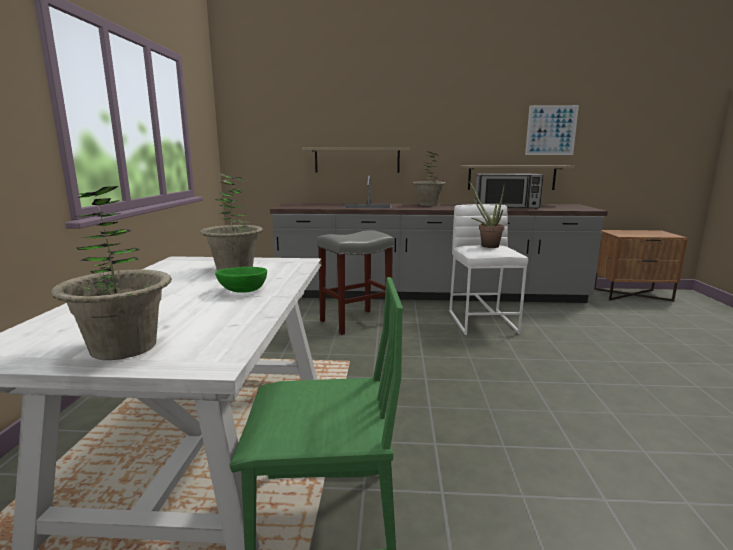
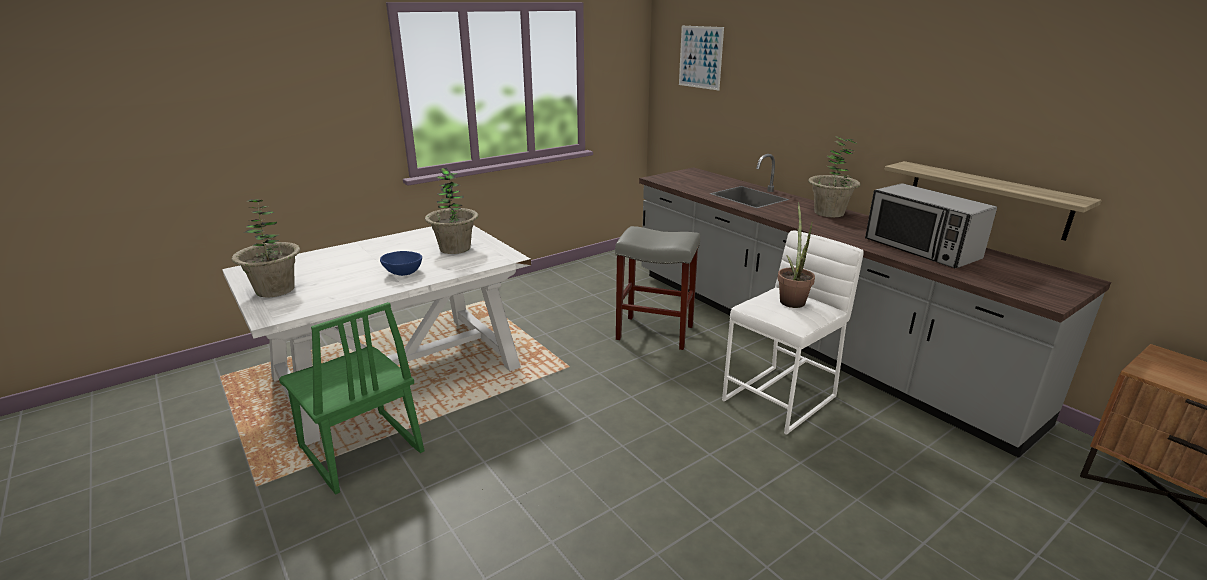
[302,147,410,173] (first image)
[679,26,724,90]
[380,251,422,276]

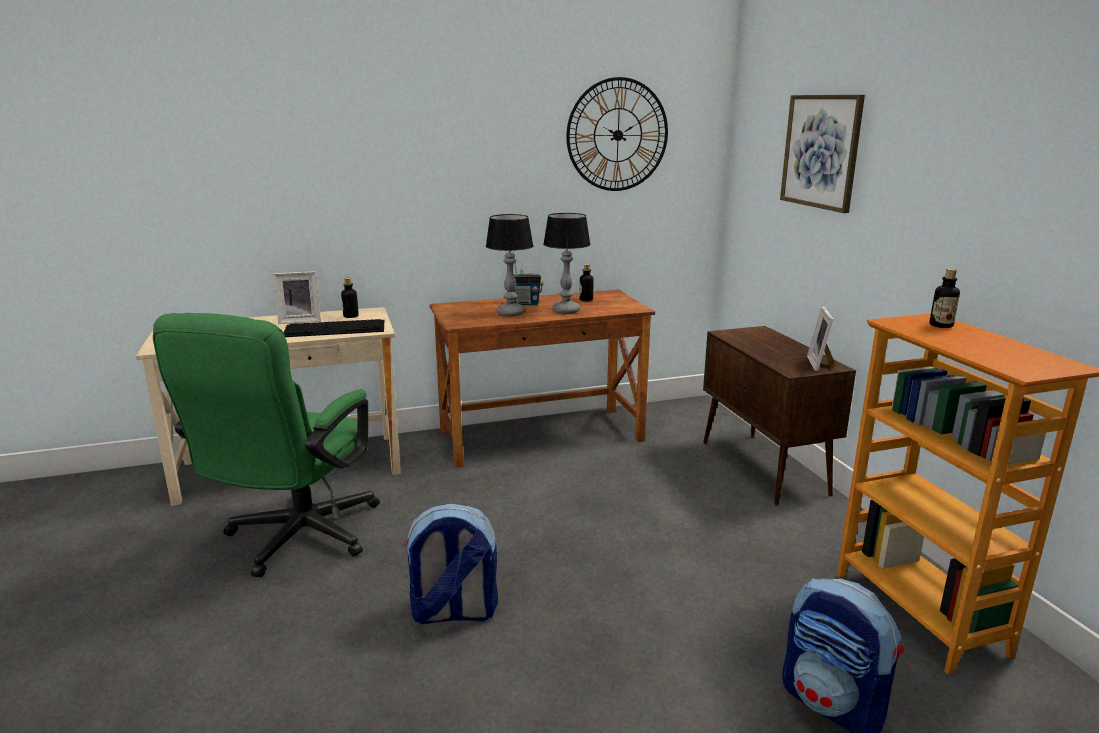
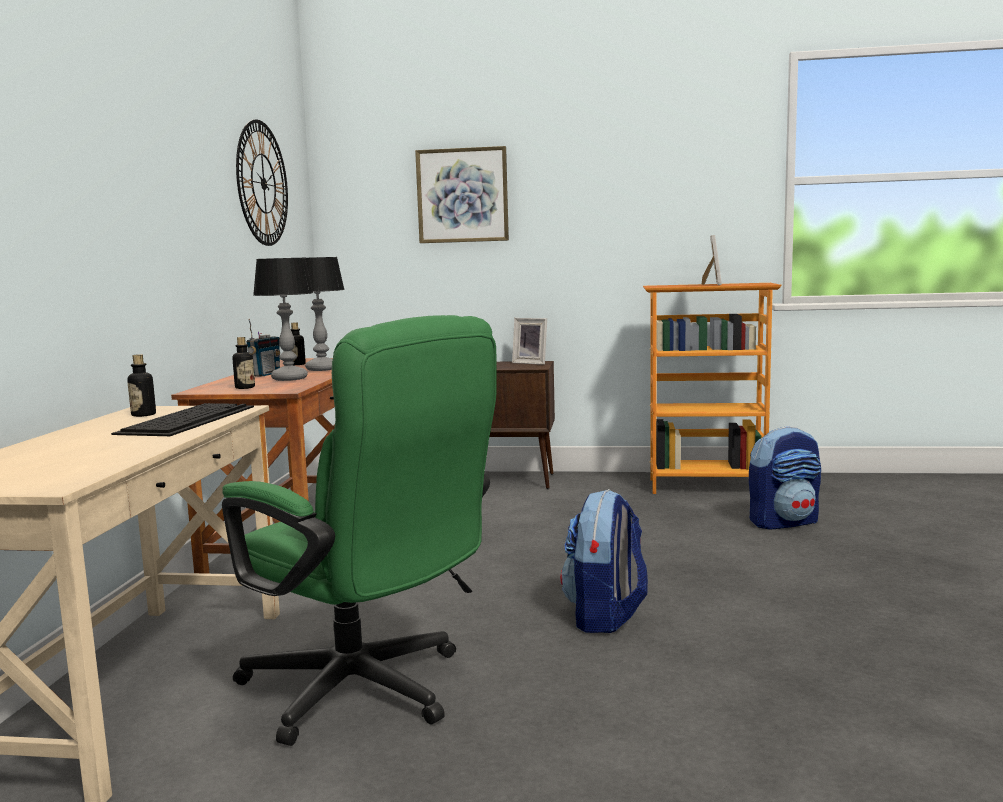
[702,235,722,285]
[232,337,255,389]

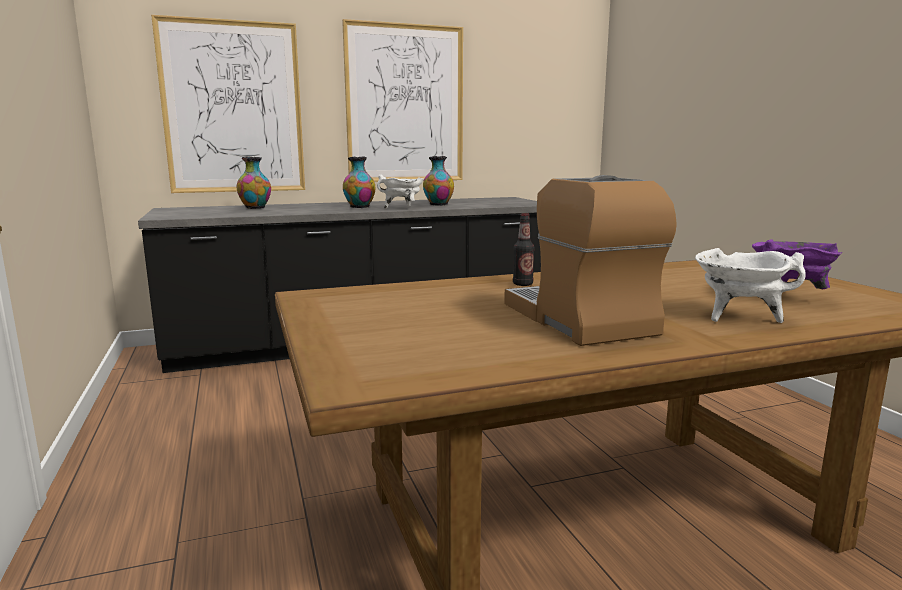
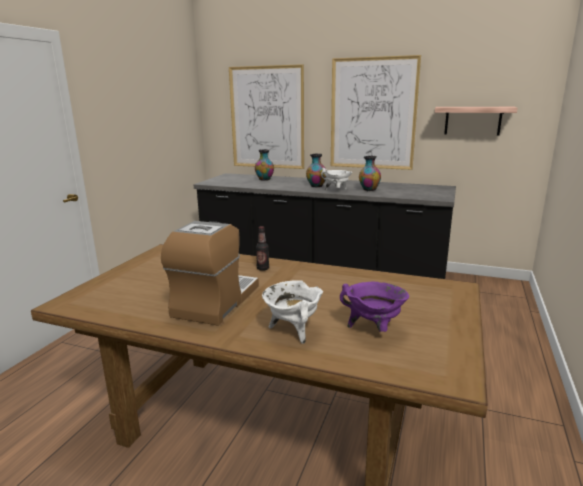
[435,107,518,135]

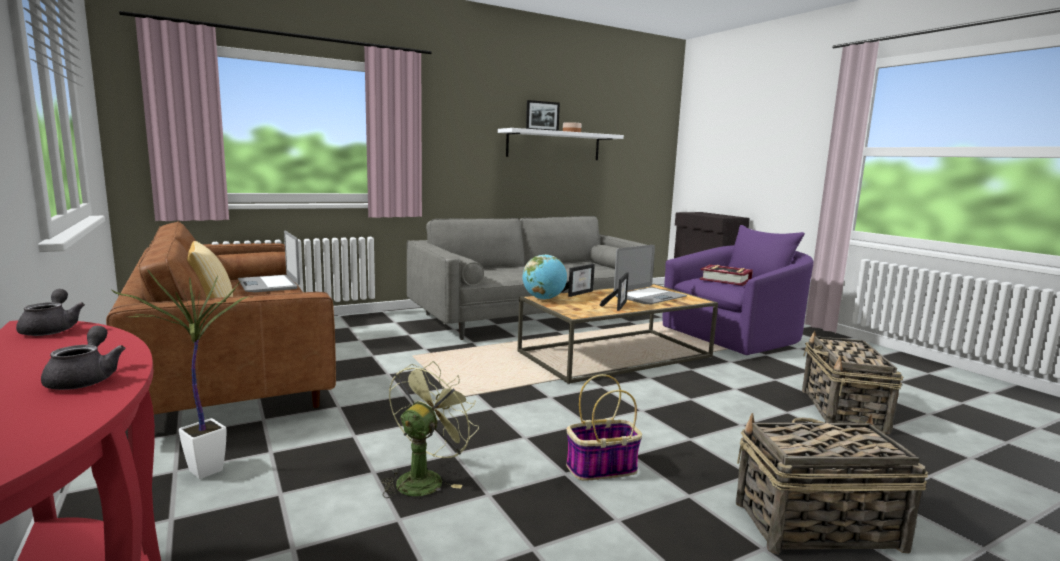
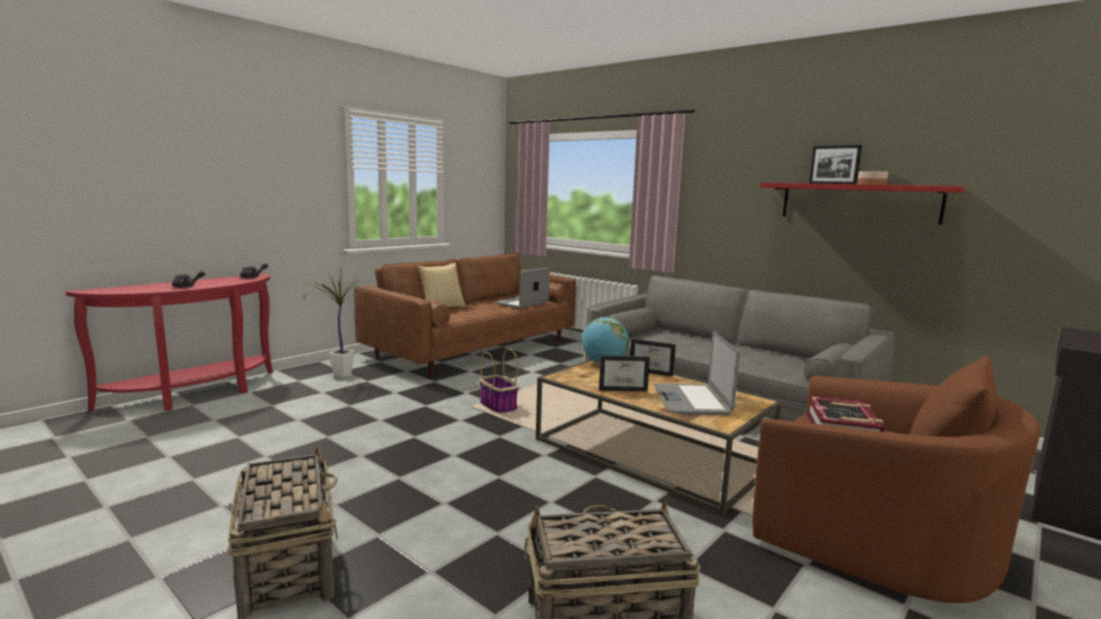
[381,361,479,498] (first image)
[479,349,519,414]
[760,183,965,225]
[752,356,1040,603]
[654,331,740,415]

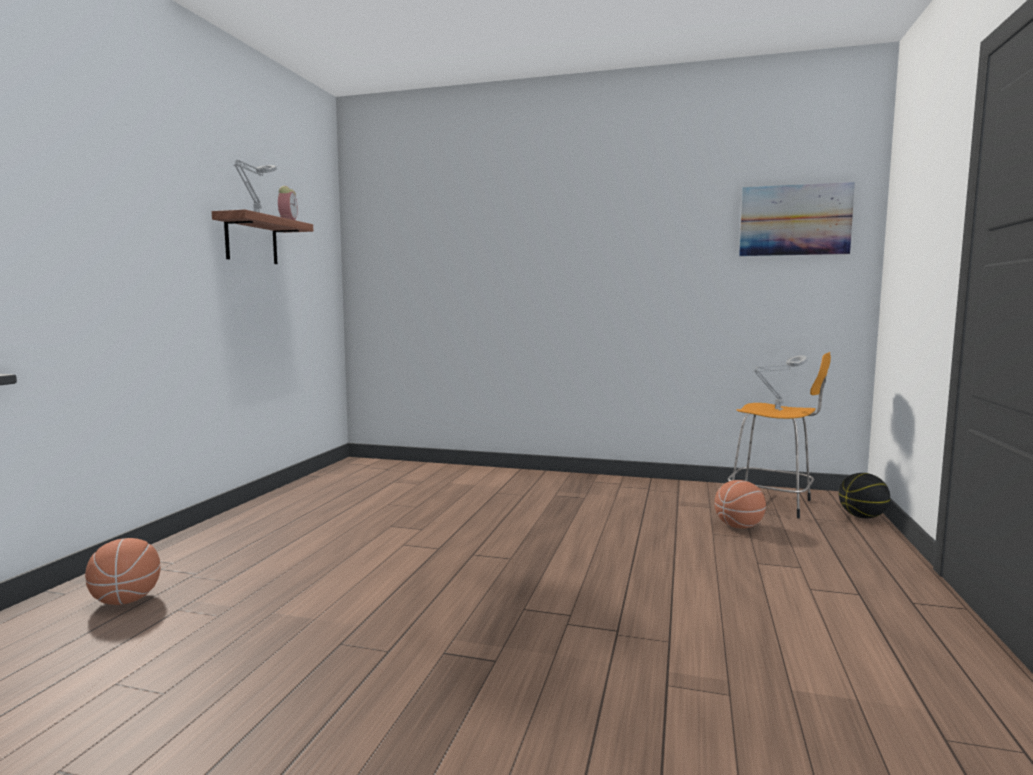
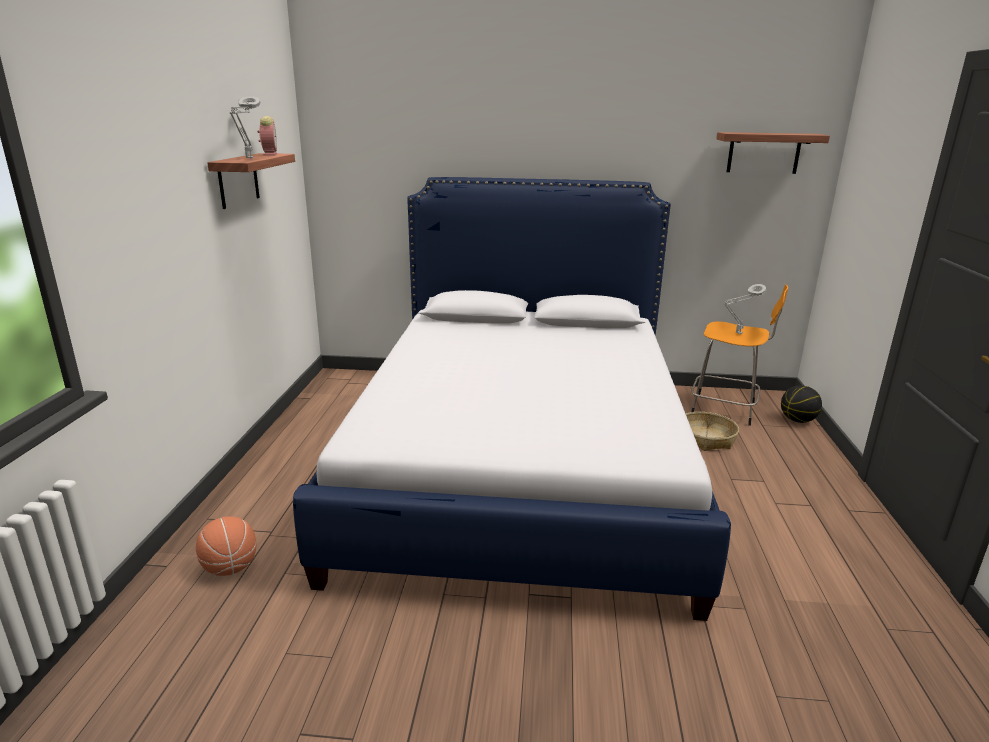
[293,177,731,621]
[686,412,739,451]
[717,132,830,174]

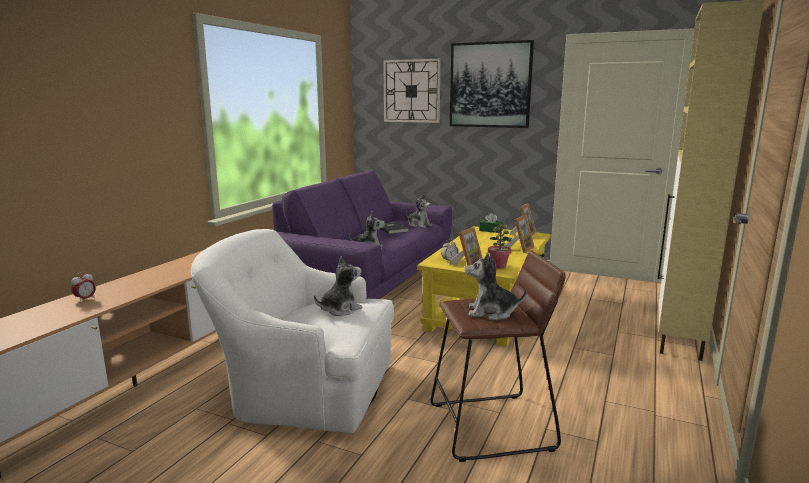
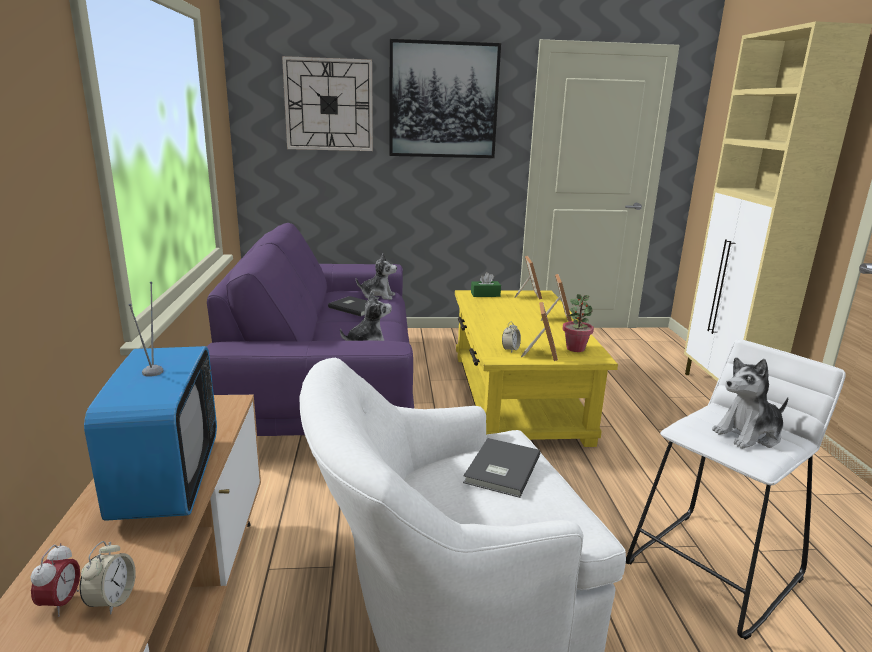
[80,541,136,614]
[84,282,217,521]
[463,438,540,498]
[626,339,846,640]

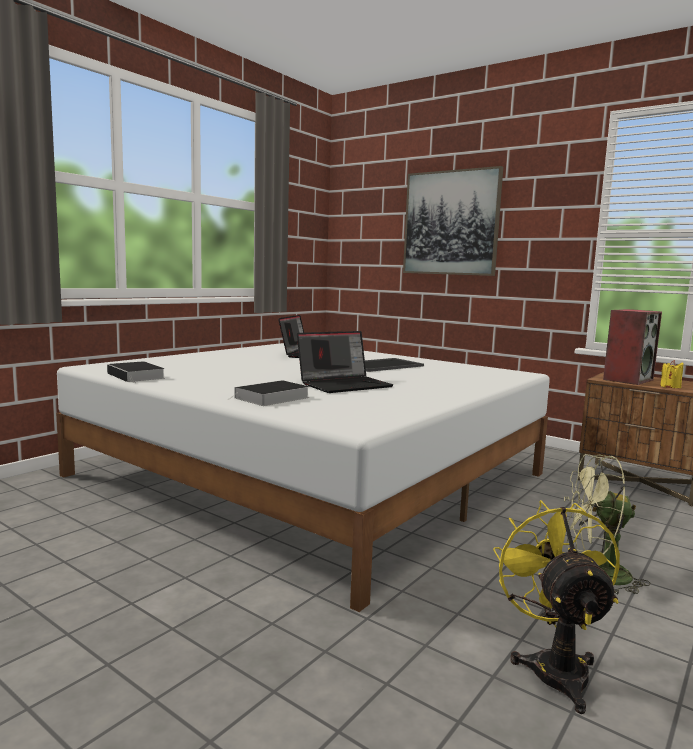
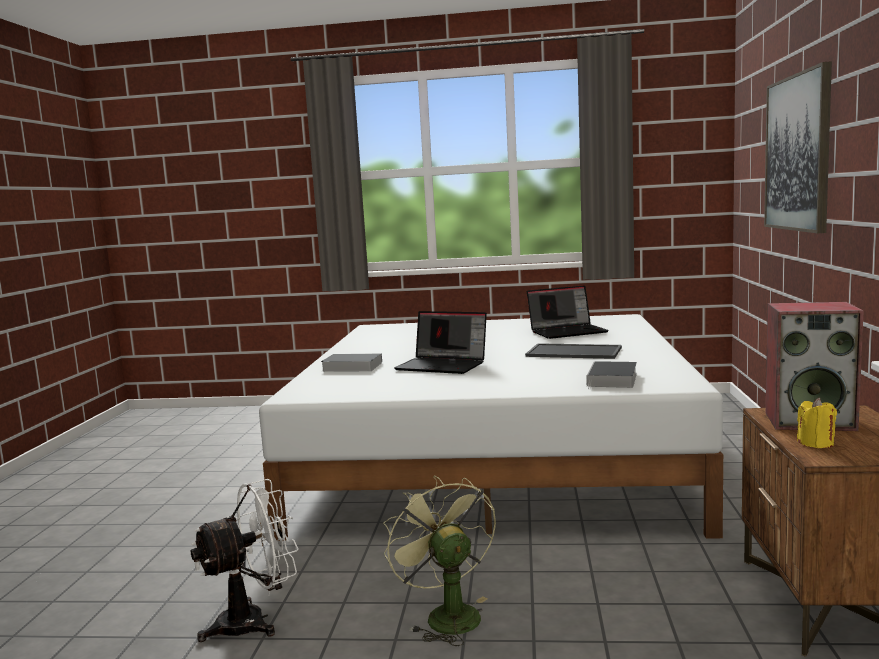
[586,361,637,389]
[191,479,299,642]

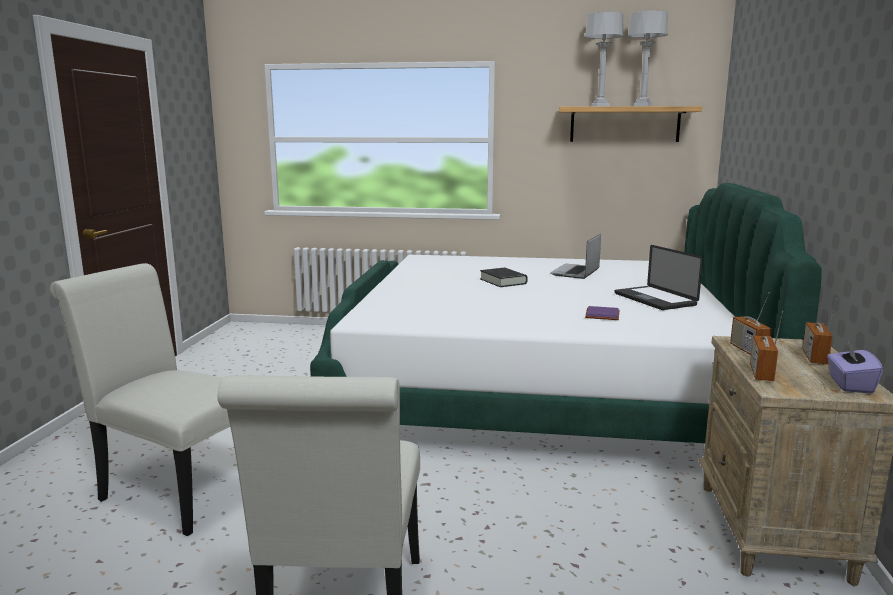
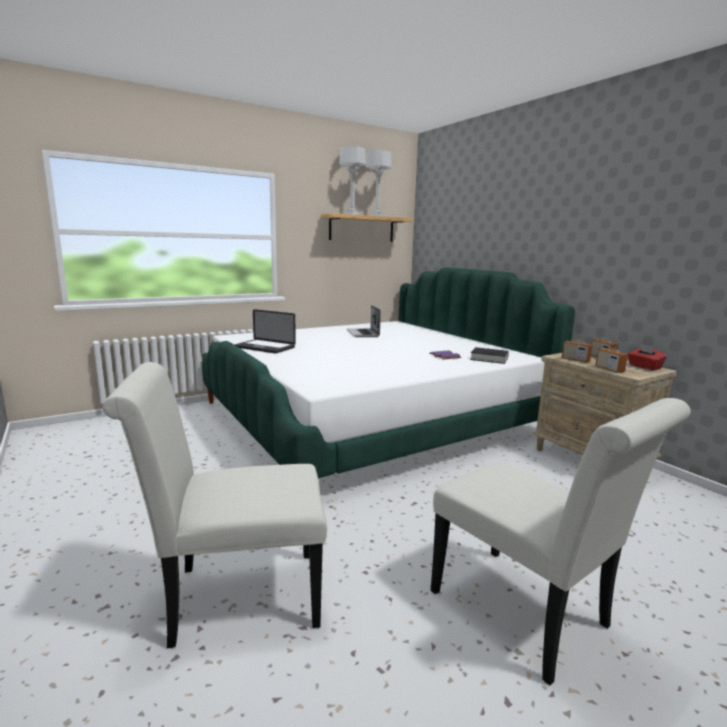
[470,347,509,364]
[234,309,296,354]
[628,344,667,370]

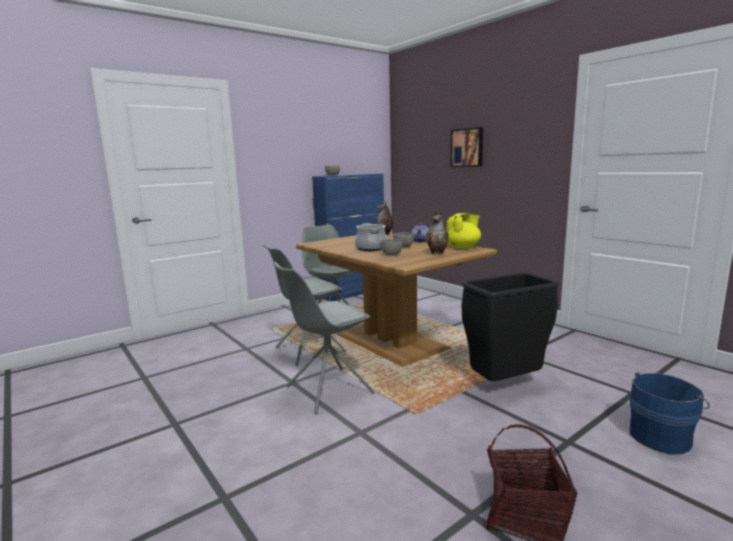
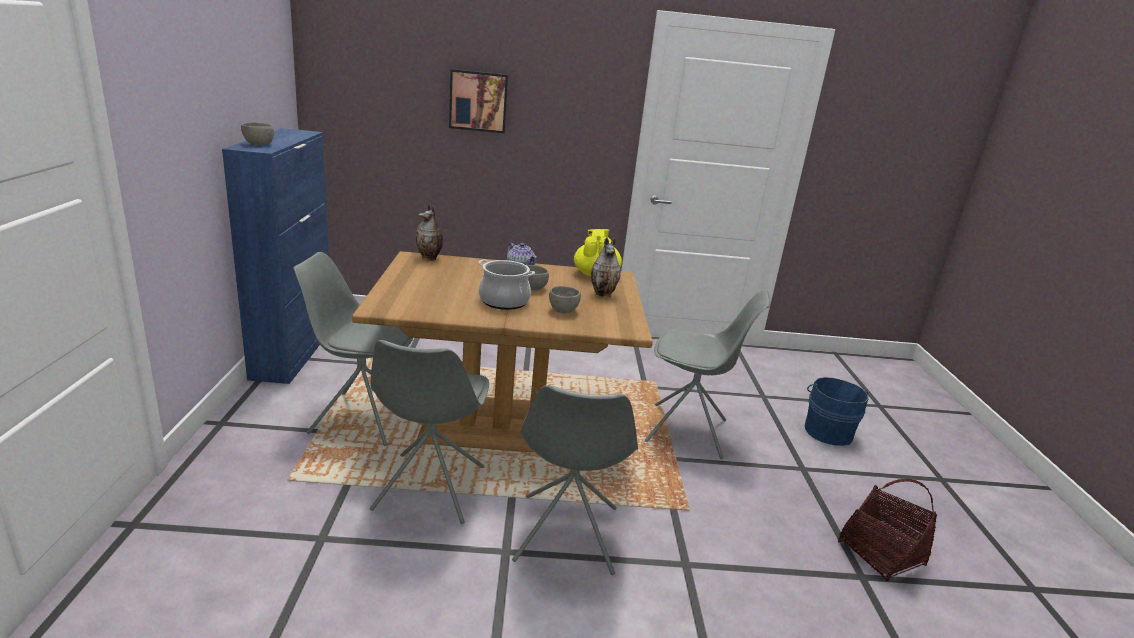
[645,290,770,459]

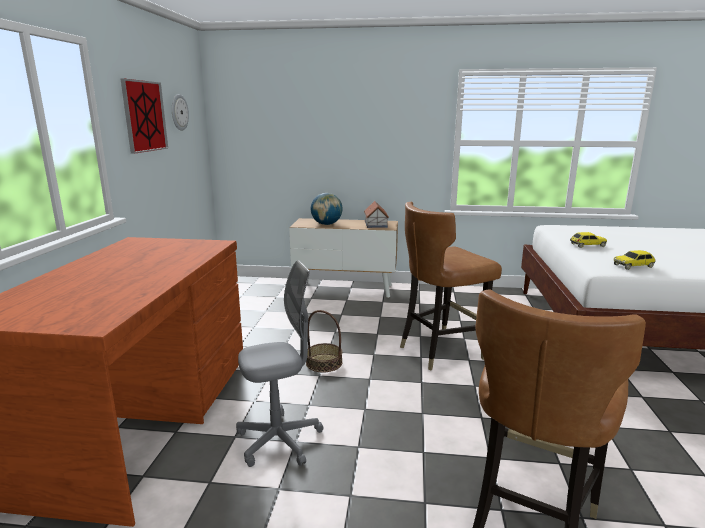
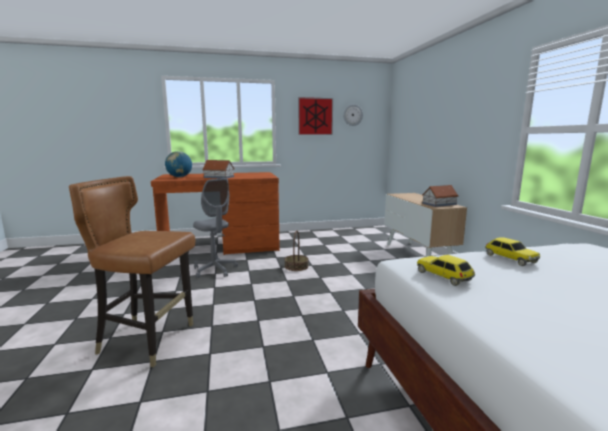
[400,202,502,370] (first image)
[202,160,235,179]
[165,151,192,177]

